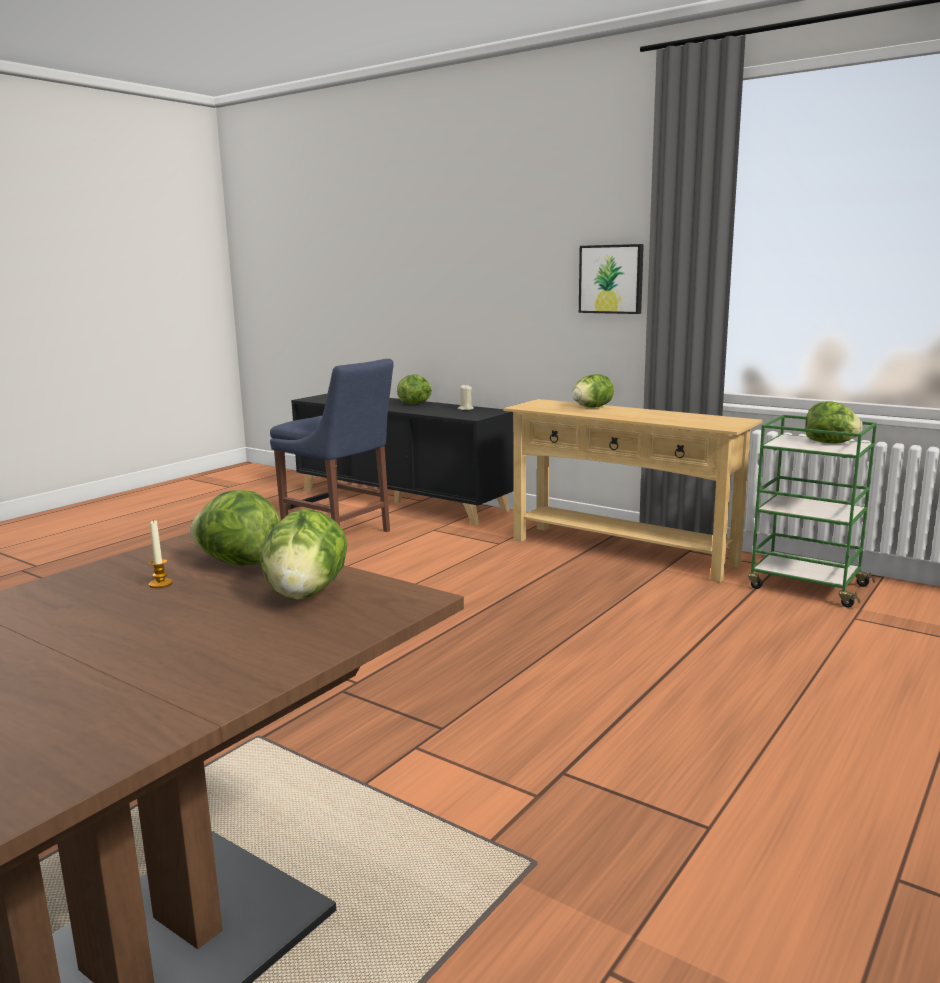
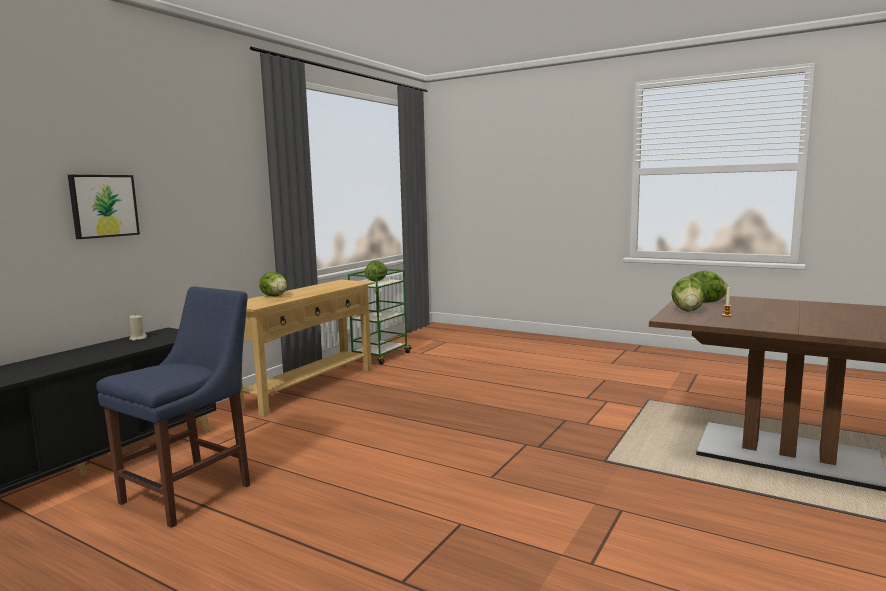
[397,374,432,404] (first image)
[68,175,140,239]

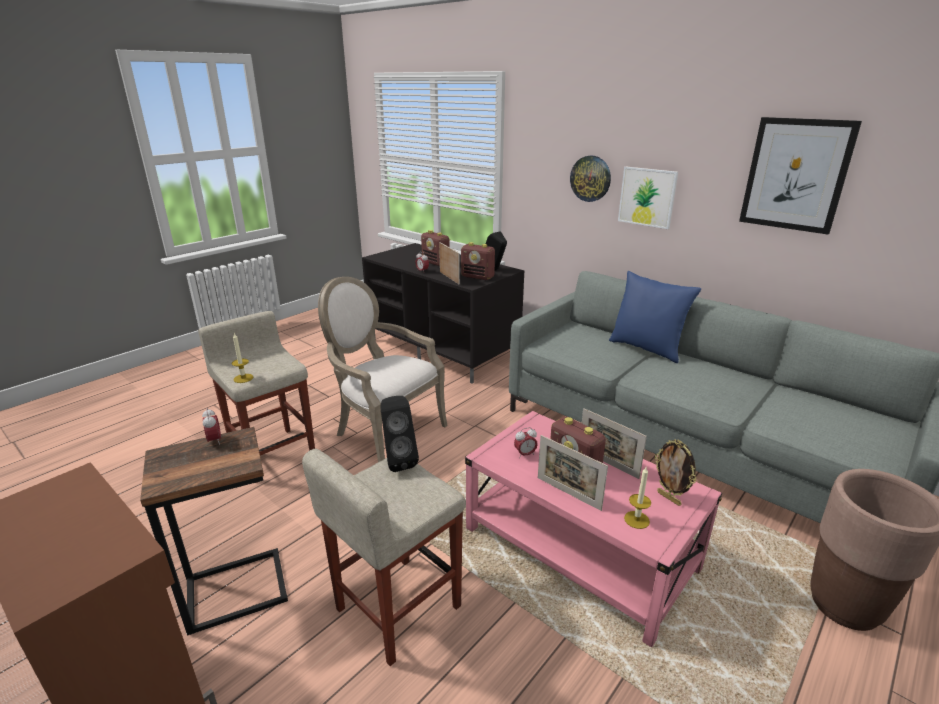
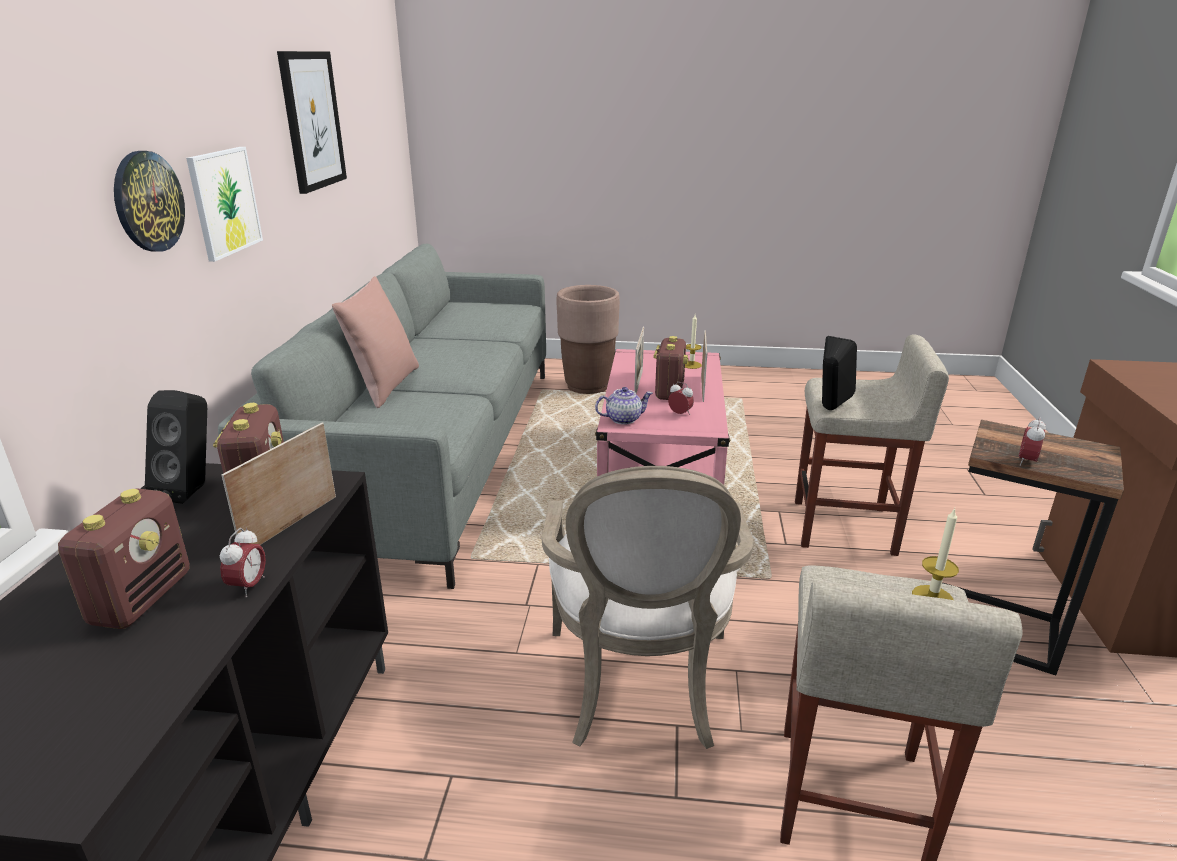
[654,440,697,506] (first image)
[595,387,653,425]
[332,276,419,408]

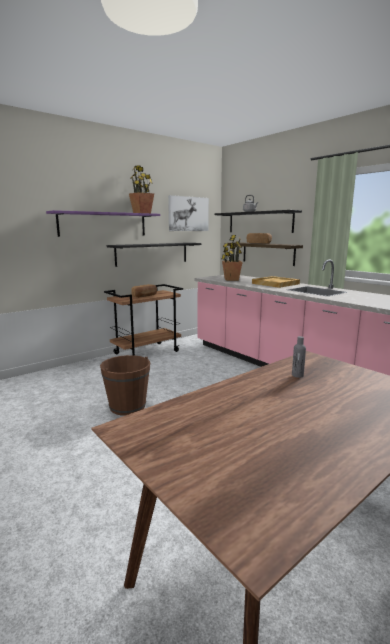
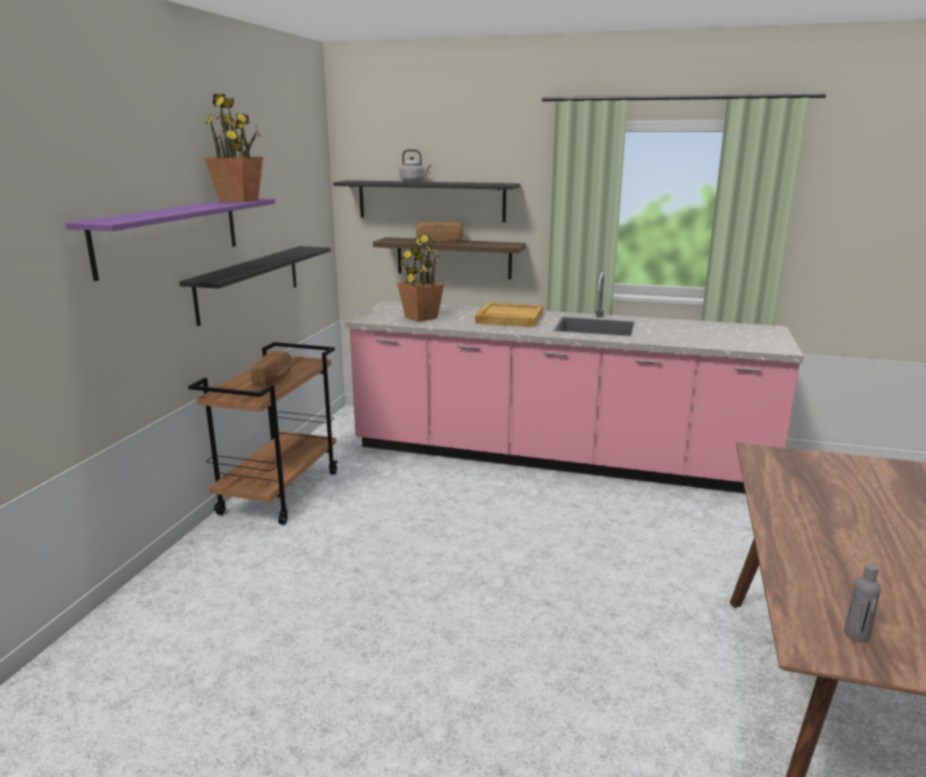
[100,355,150,415] (first image)
[168,195,209,231] (first image)
[844,564,881,642]

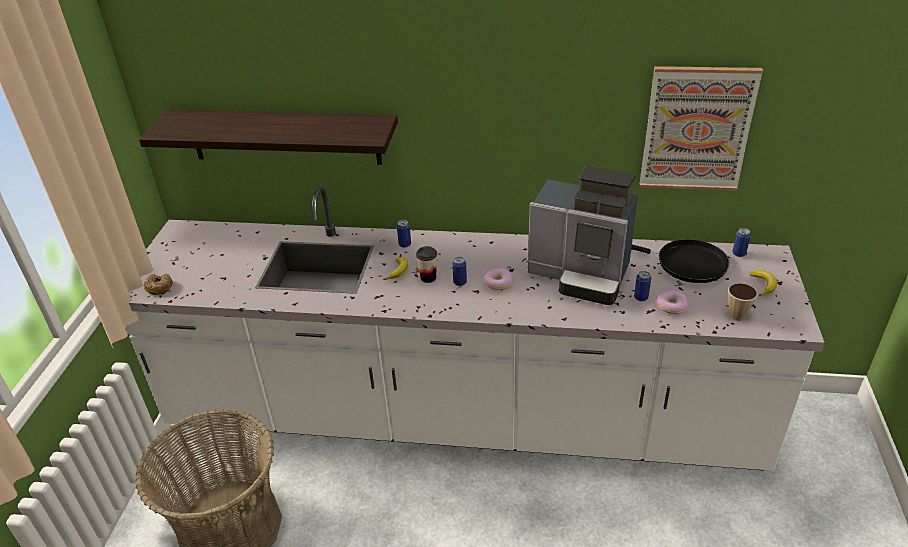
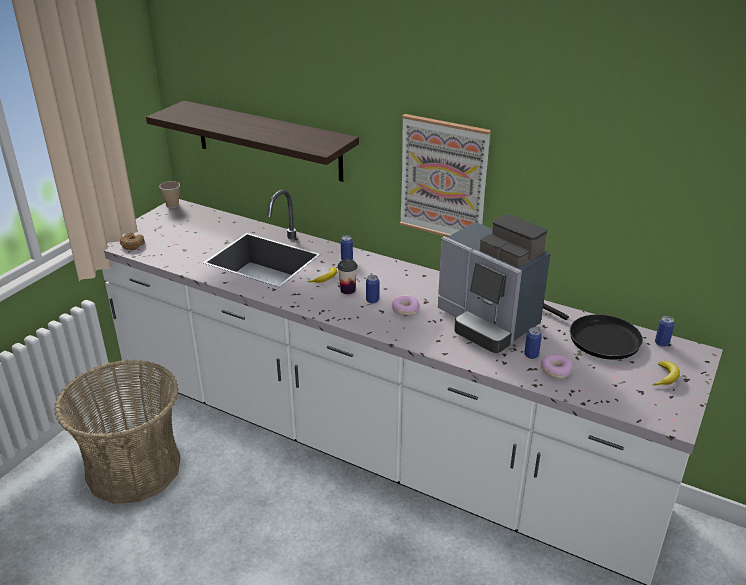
[400,114,491,237]
[159,181,180,208]

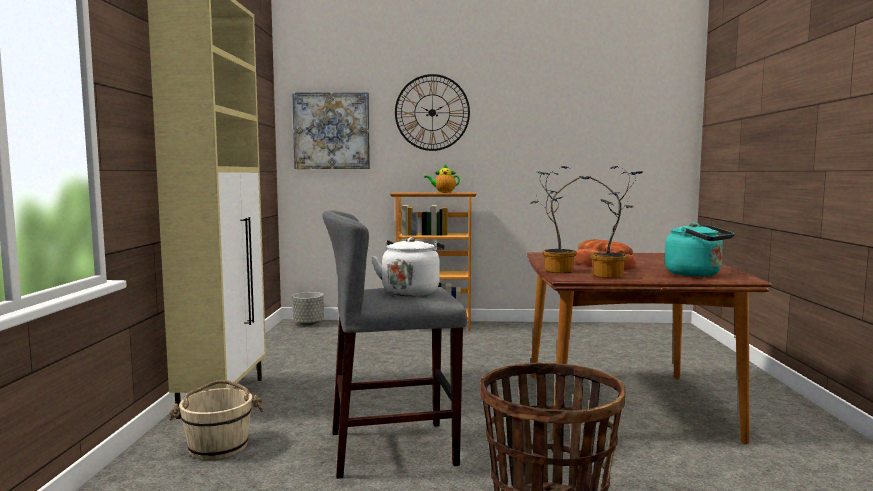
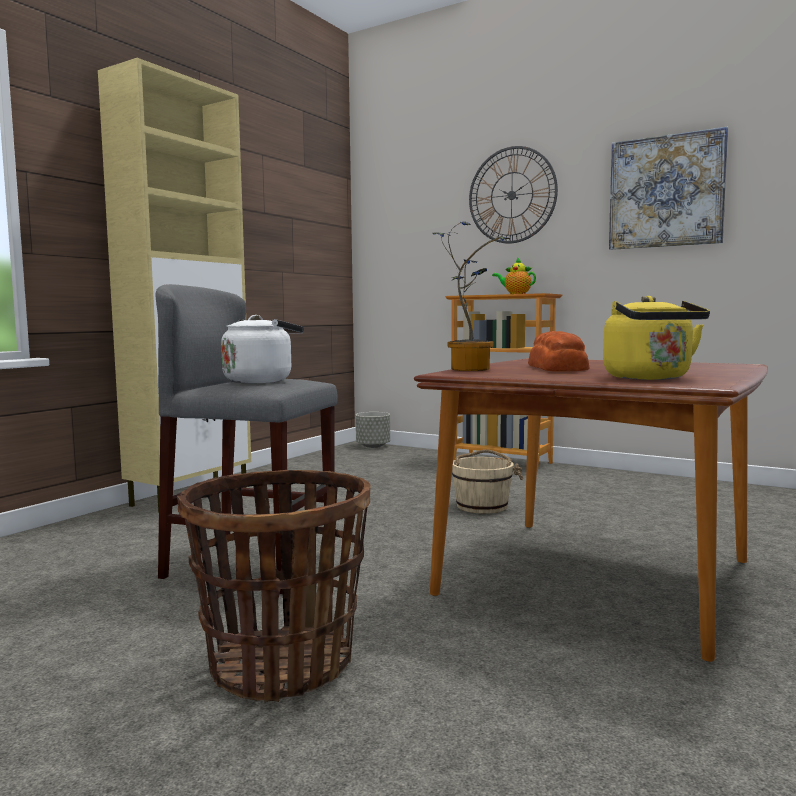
[581,166,642,278] (first image)
[452,449,524,514]
[609,127,728,250]
[603,296,710,380]

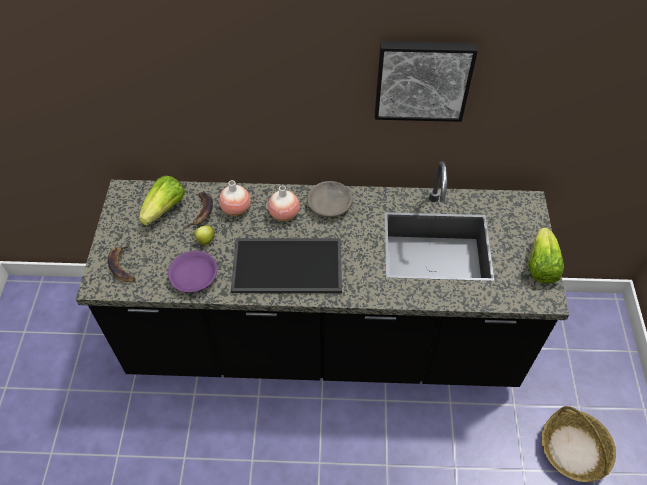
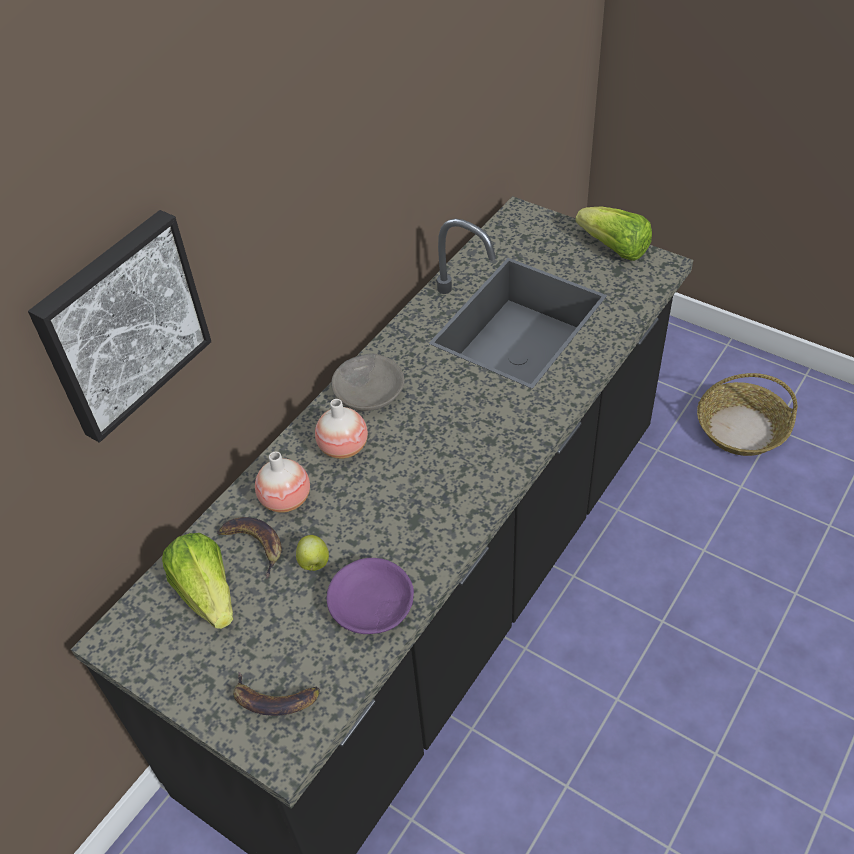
[231,238,342,293] (first image)
[28,210,212,443]

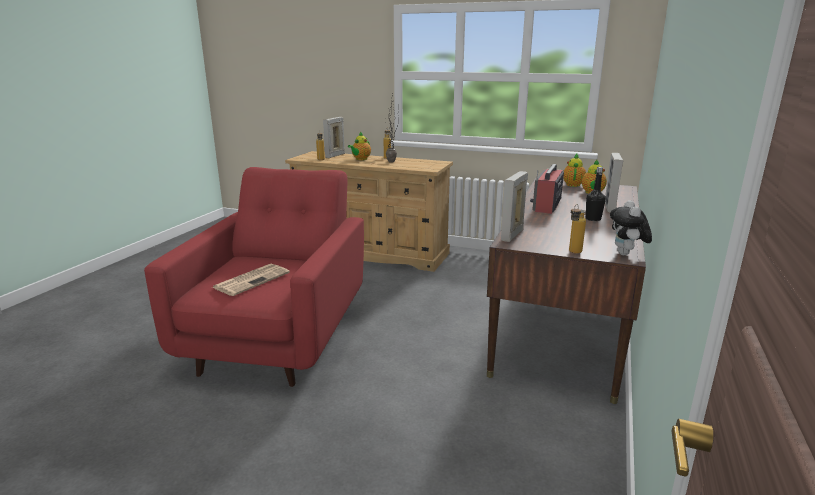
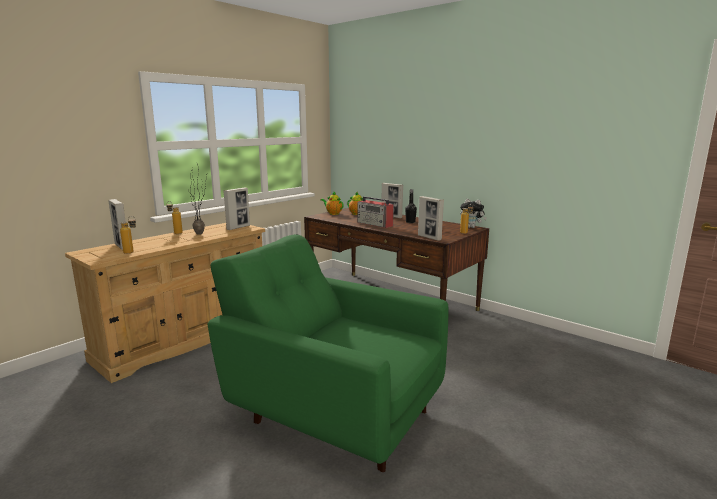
[212,264,290,296] (first image)
[348,132,371,160] (first image)
[223,188,250,230]
[207,234,448,472]

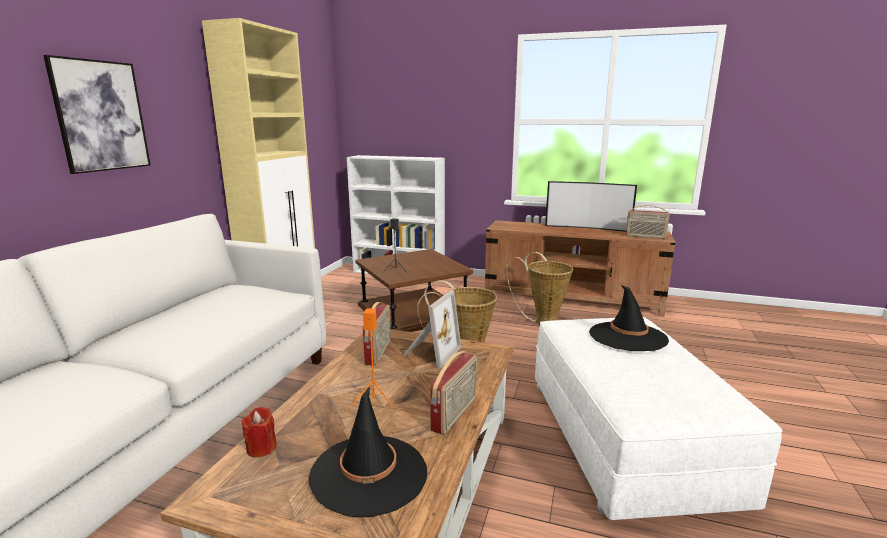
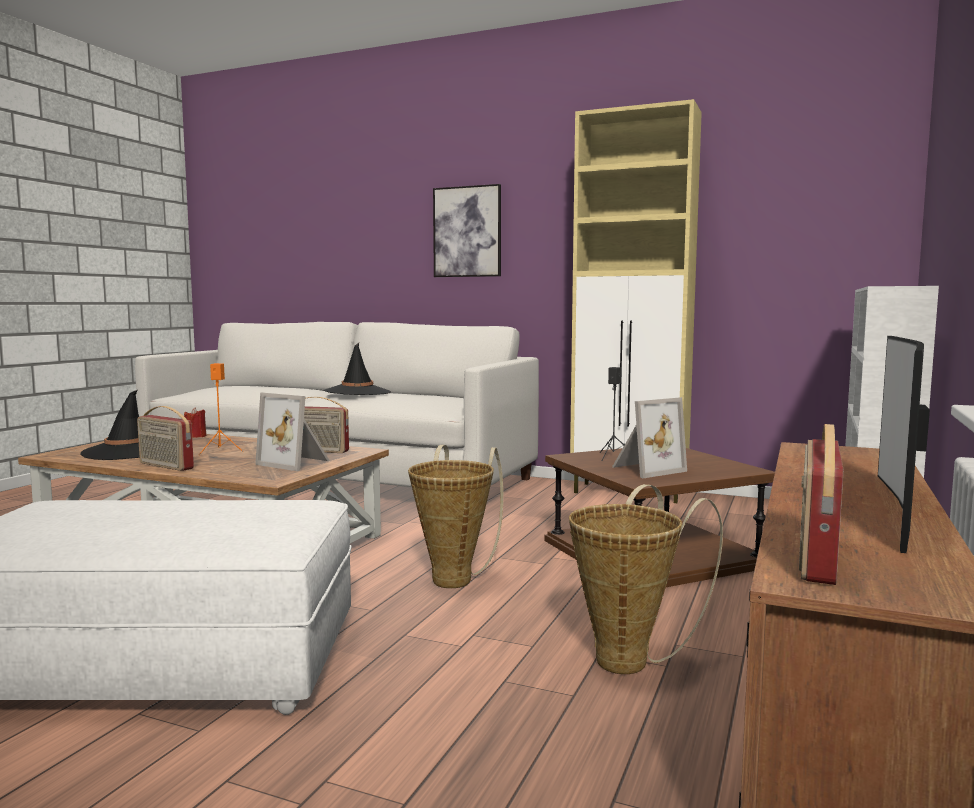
[612,397,687,478]
[324,343,391,395]

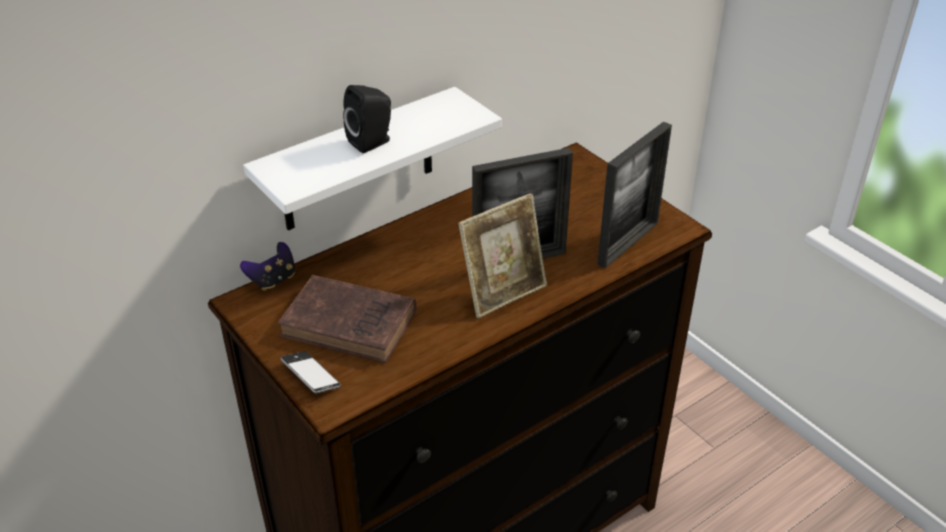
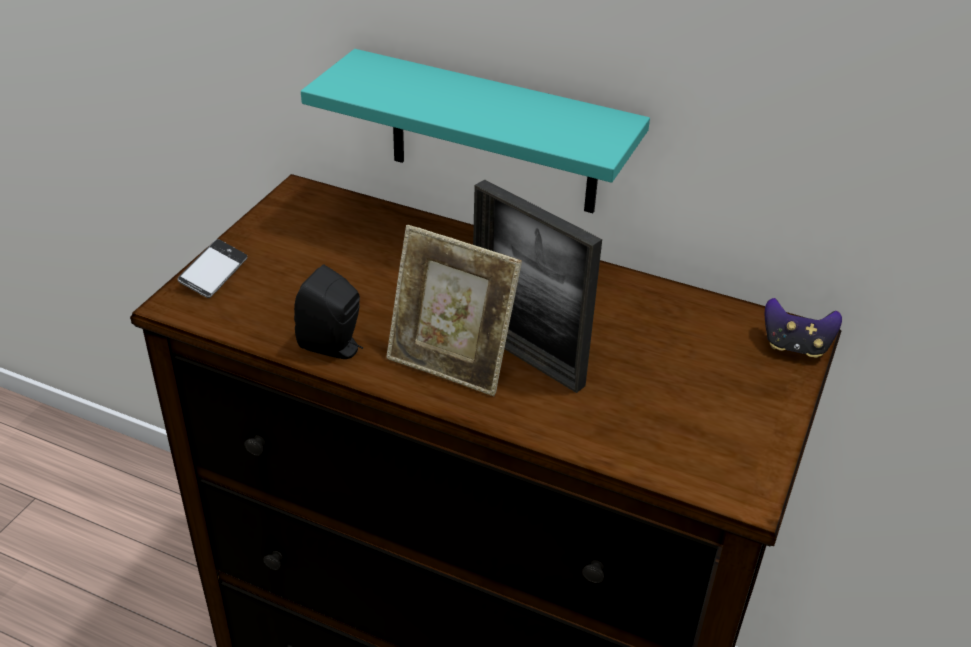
[278,275,417,363] (first image)
[597,122,672,268] (first image)
[765,298,842,358]
[294,264,363,359]
[301,49,650,213]

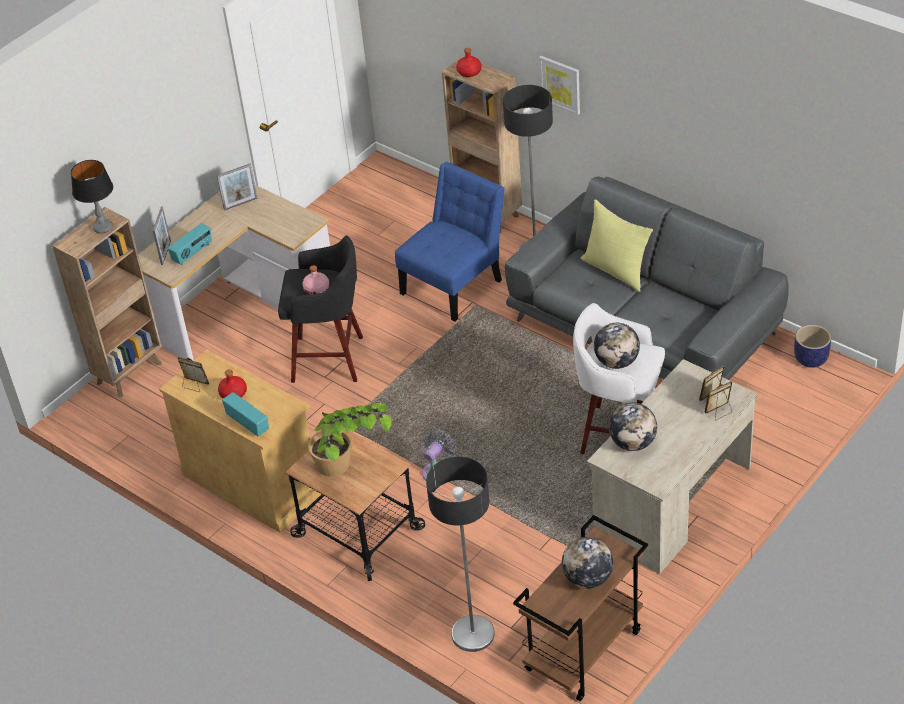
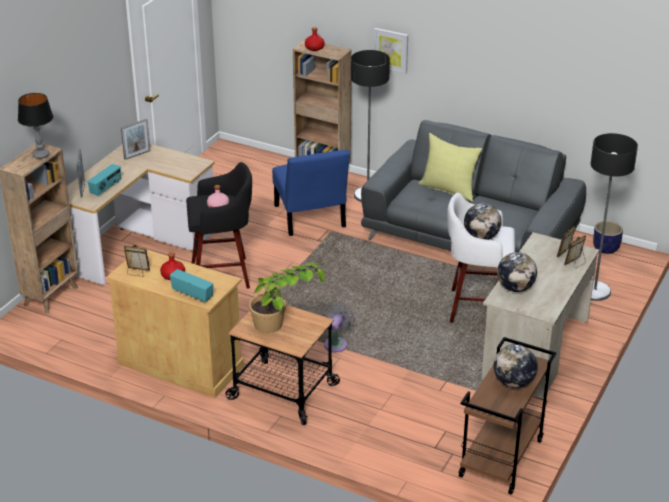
[591,133,638,301]
[272,149,350,236]

